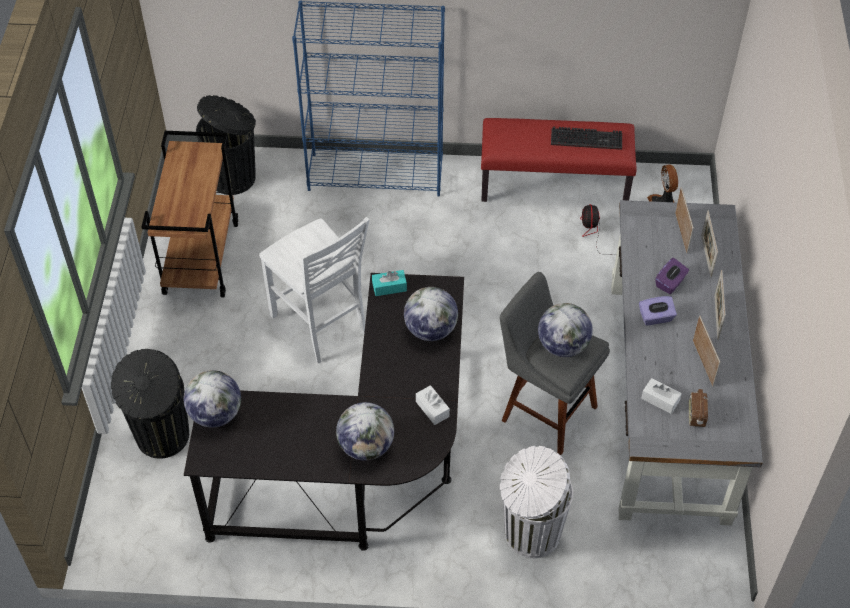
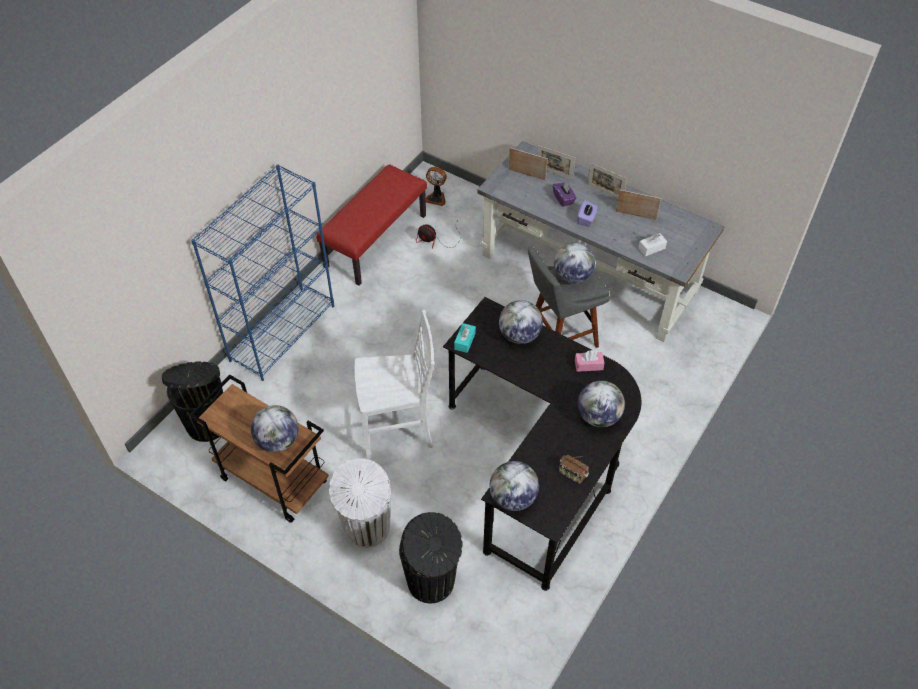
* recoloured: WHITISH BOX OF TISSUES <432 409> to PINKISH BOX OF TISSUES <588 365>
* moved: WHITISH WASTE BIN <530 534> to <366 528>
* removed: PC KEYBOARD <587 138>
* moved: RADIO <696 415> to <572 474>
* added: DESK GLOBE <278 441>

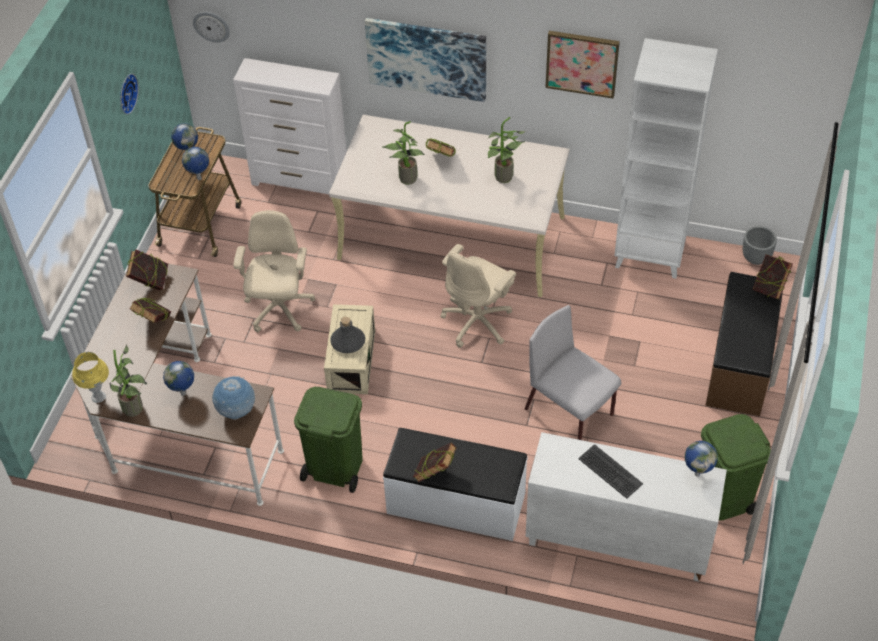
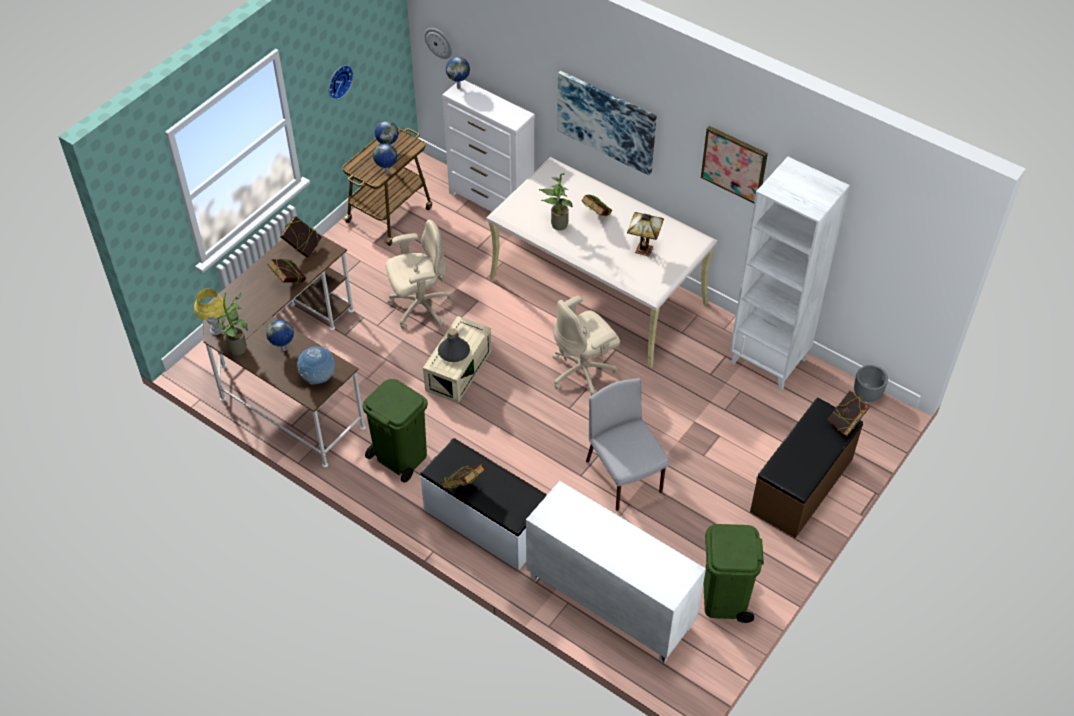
* turned: BEIGE-COLOURED OFFICE CHAIR <279 309> = <419 307> 45 degrees clockwise
* replaced: PLANT IN A POT <503 179> to LAMP FOR A TABLE <642 250>
* removed: PC KEYBOARD <609 472>
* moved: DESK GLOBE <697 473> to <459 87>

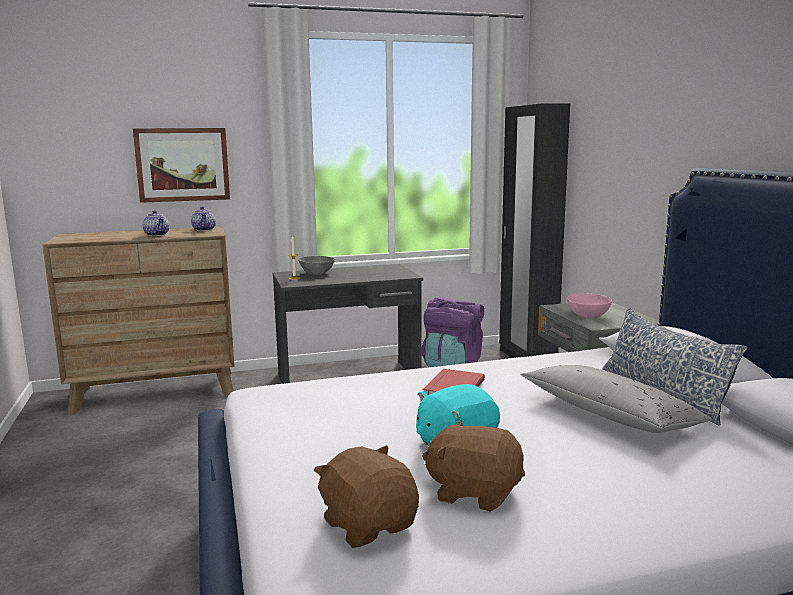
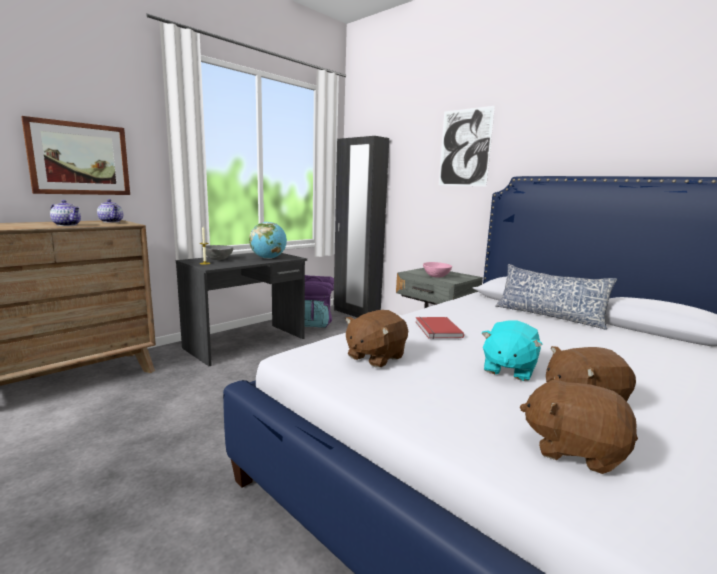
* removed: GREY CUSHION <609 415>
* added: DESK GLOBE <268 258>
* added: BROWN-COLOURED SOFT TOY <375 357>
* added: WALL ART <465 148>

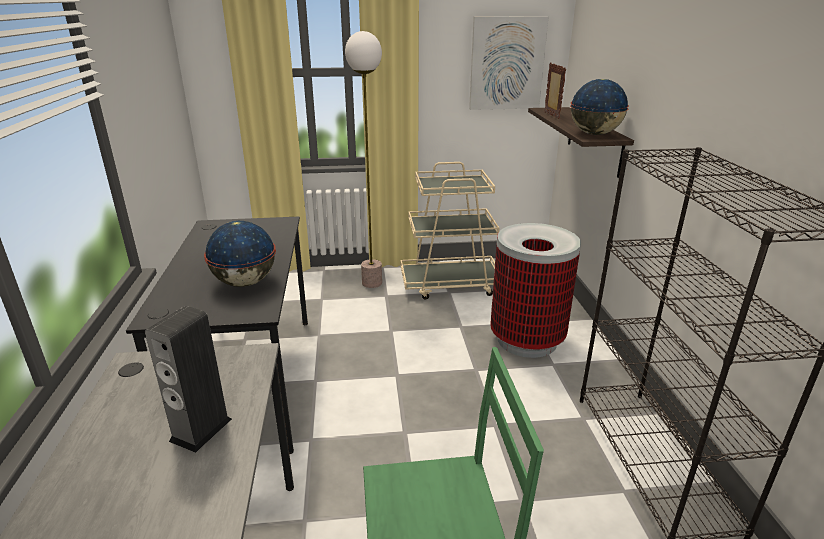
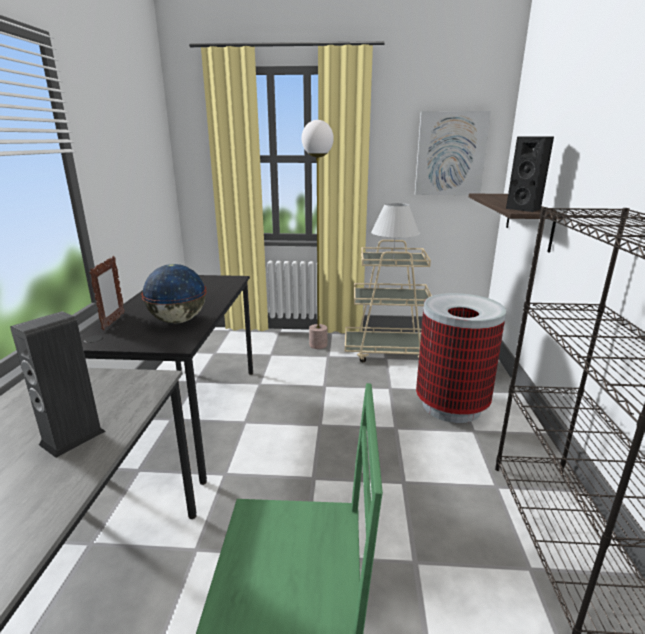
* moved: STANDING FRAME <551 115> to <113 321>
* replaced: DESK GLOBE <595 134> to BLACK LOUDSPEAKER <525 209>
* added: WHITISH LAMP FOR A TABLE <393 258>

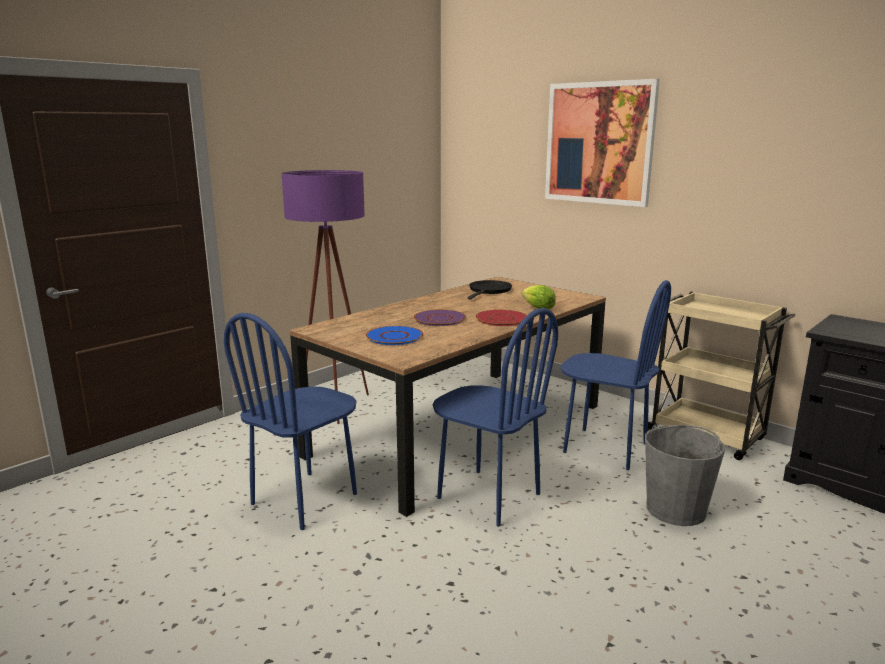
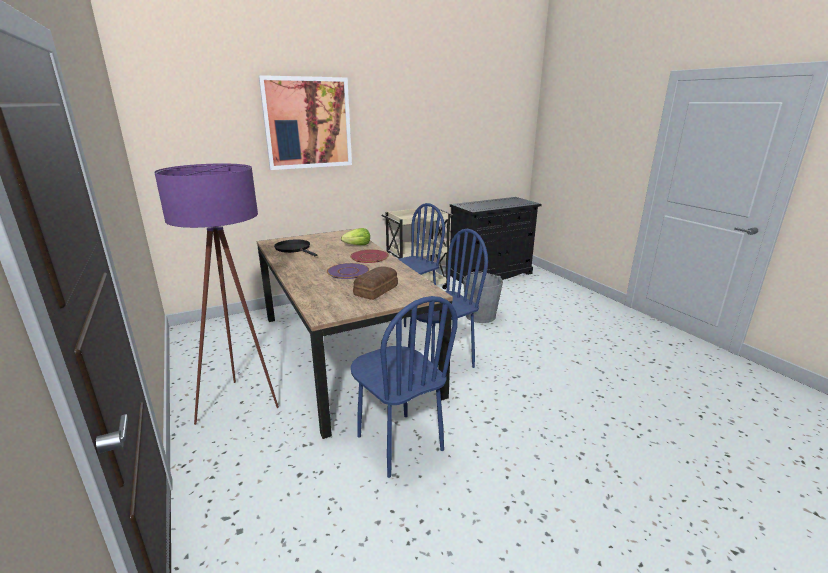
* replaced: BLUISH DINNER PLATE <394 337> to BAKED BREAD <377 290>

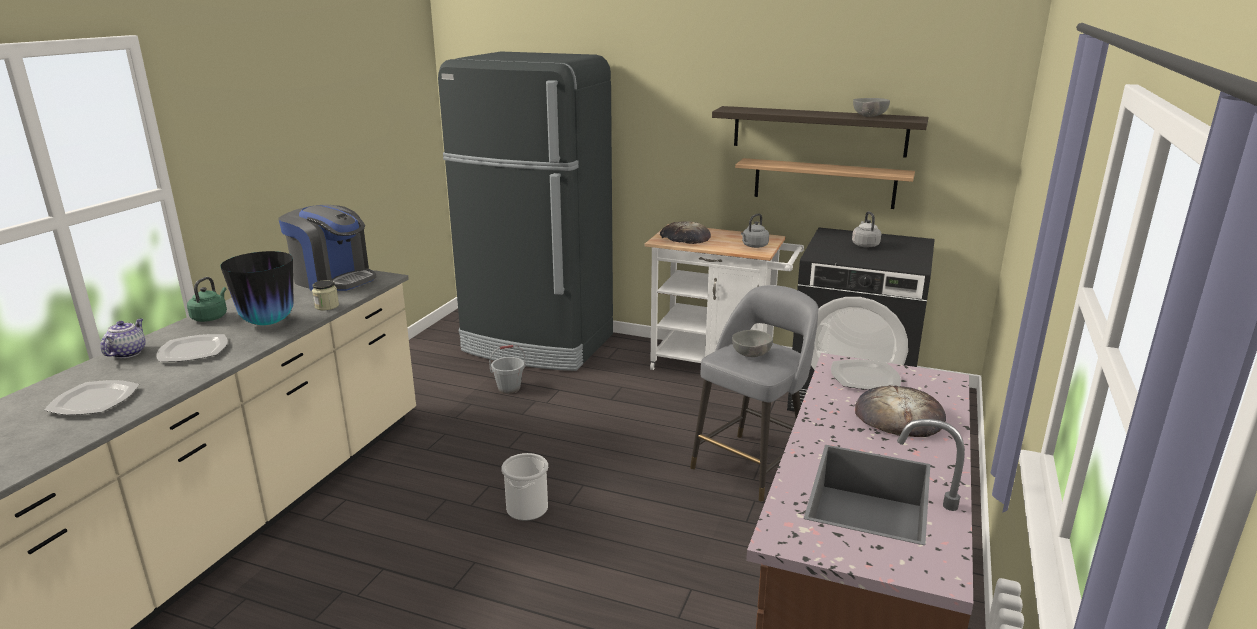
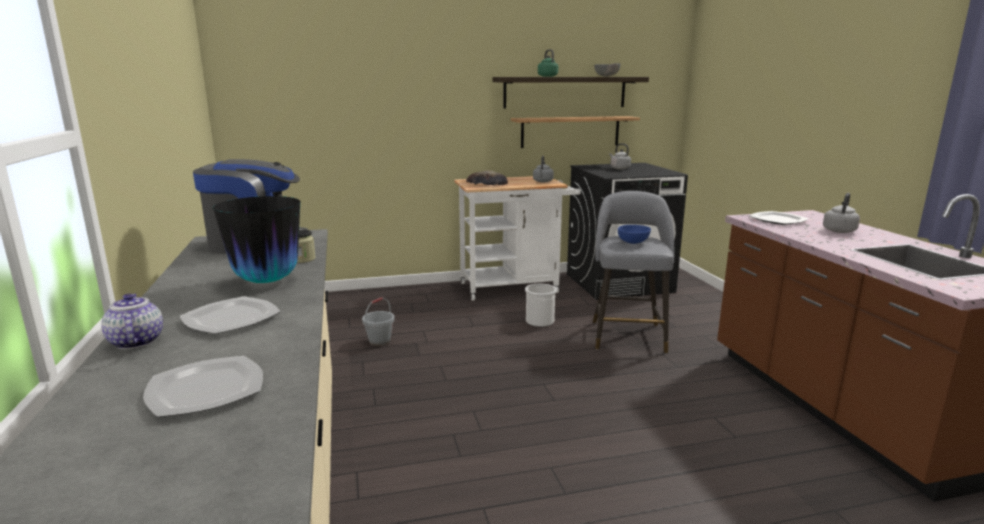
* moved: GREENISH WATER KETTLE <211 317> to <547 76>
* removed: BLACK FRIDGE <538 344>
* moved: PAIL <527 508> to <539 321>
* recoloured: GREY DEEP DISH <751 355> to BLUISH DEEP DISH <633 243>
* replaced: BAKED BREAD <899 416> to GREY WATER KETTLE <839 230>

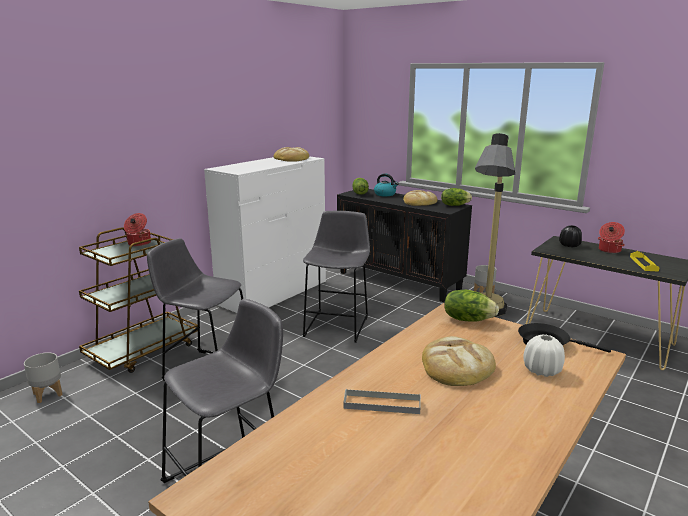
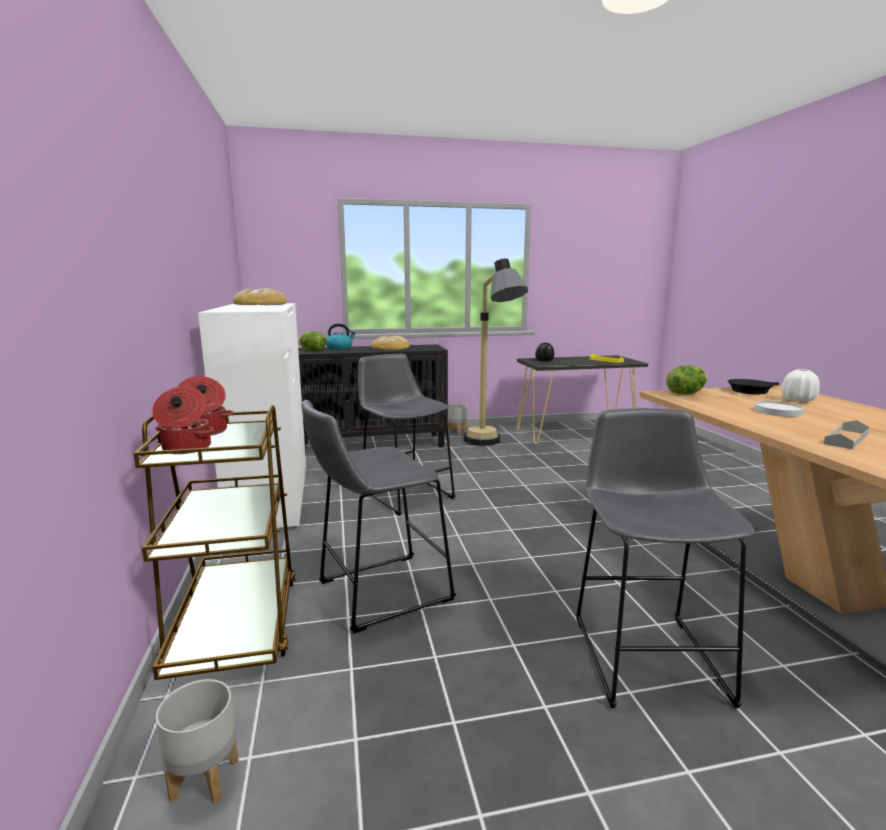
* replaced: BAKED BREAD <456 366> to WHITISH DINNER PLATE <778 411>
* removed: HEAD OF LETTUCE <454 205>
* moved: COOKING POT <609 250> to <186 448>

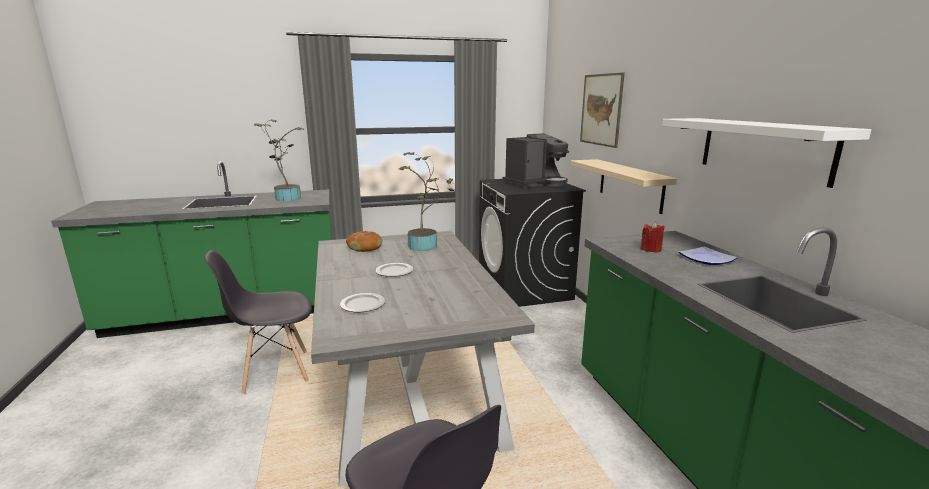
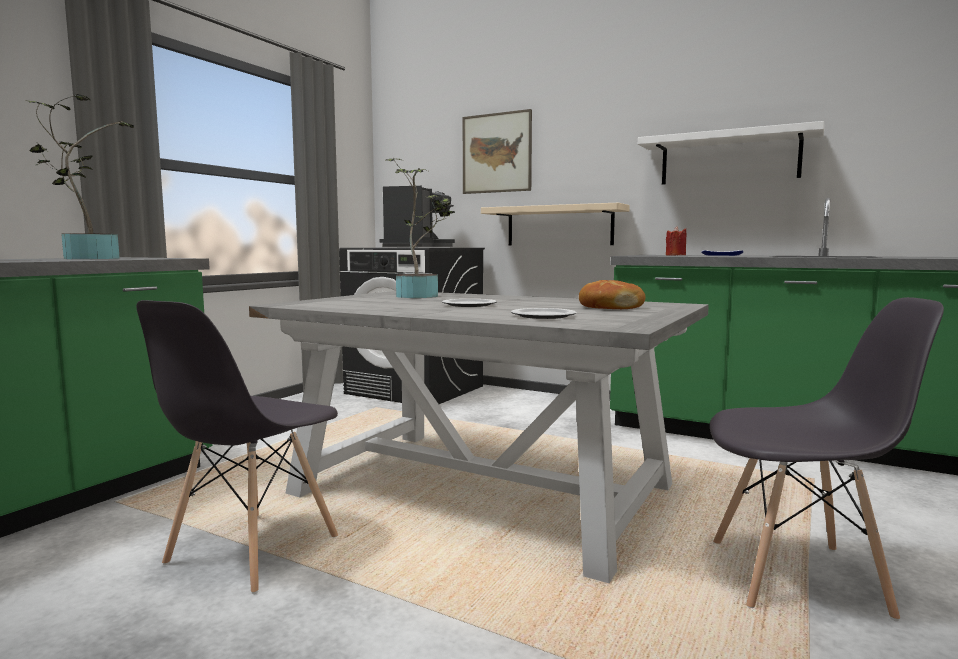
* moved: BAKED BREAD <365 247> to <610 307>

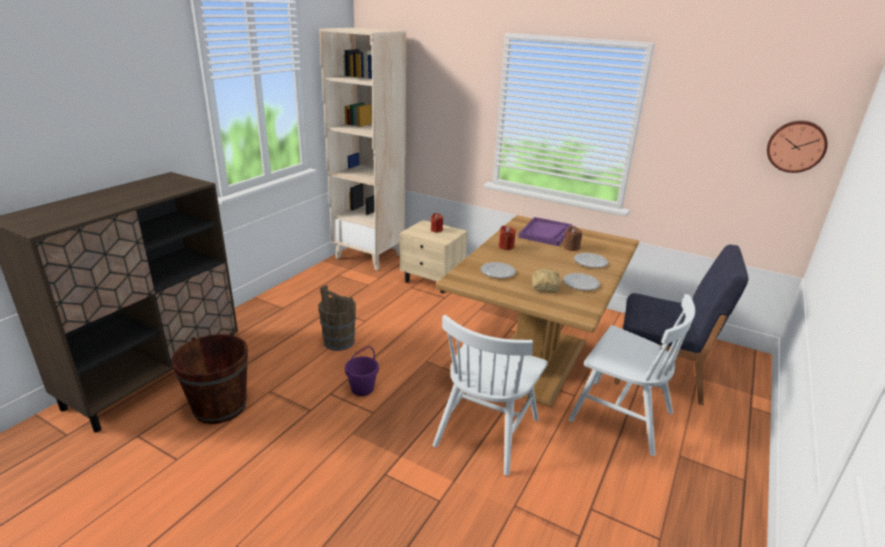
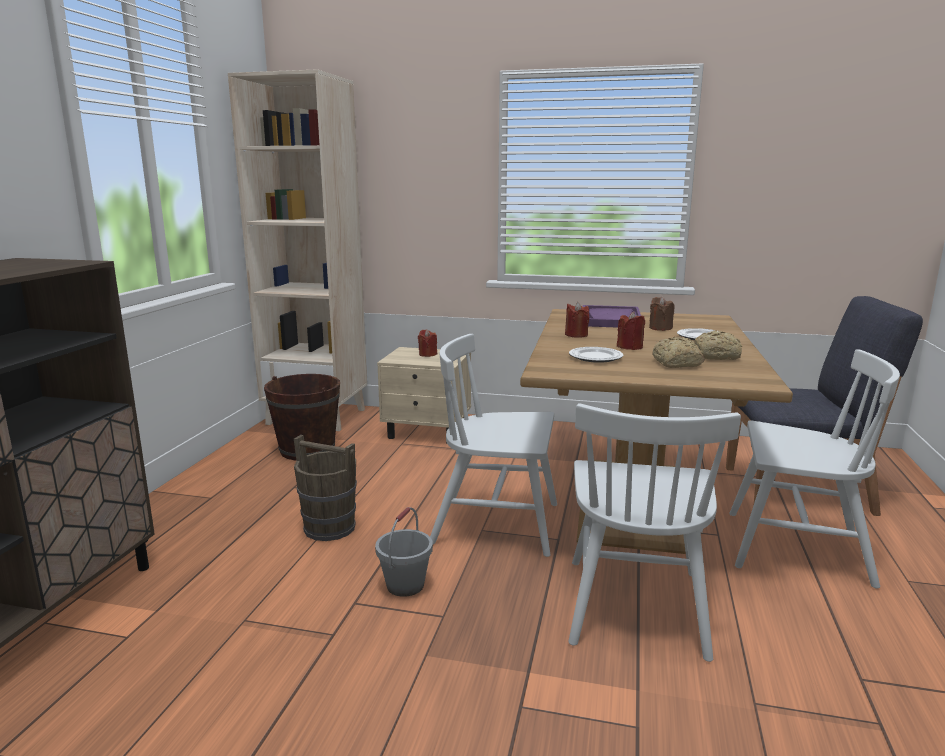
* moved: BROWN-COLOURED PAIL <220 407> to <307 450>
* recoloured: PURPLISH PAIL <362 388> to GREY PAIL <405 585>
* replaced: DINNER PLATE <581 284> to BAKED BREAD <718 356>
* removed: WALL CLOCK <796 146>
* added: WHITISH CHAIR <497 524>
* added: RED CANDLE <630 347>

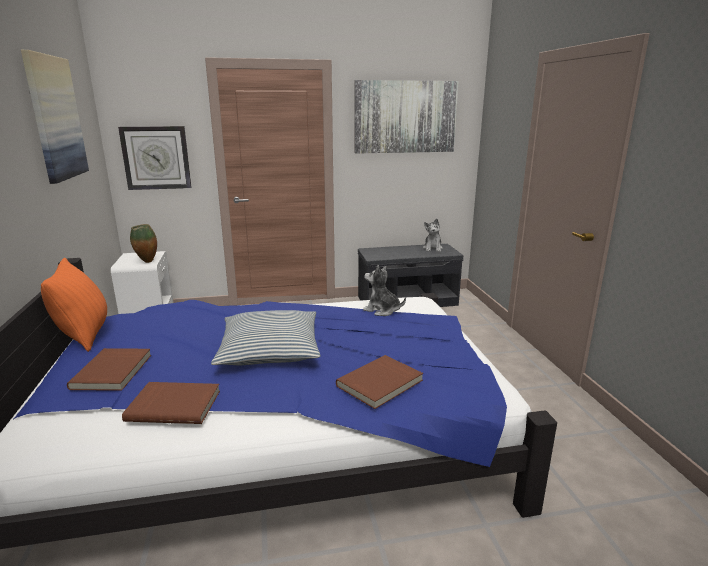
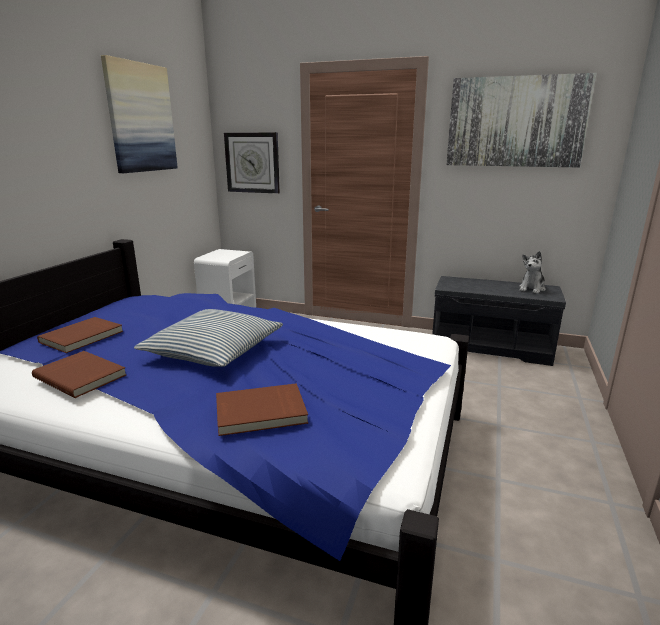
* removed: ORANGEY CUSHION <84 335>
* removed: VASE <147 262>
* removed: SOFT TOY <382 310>

